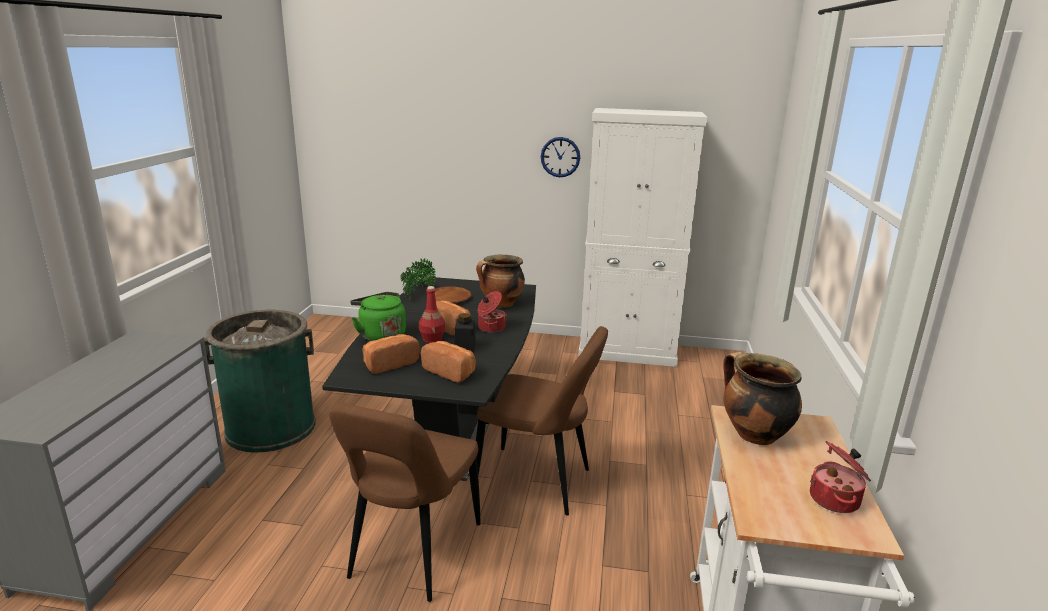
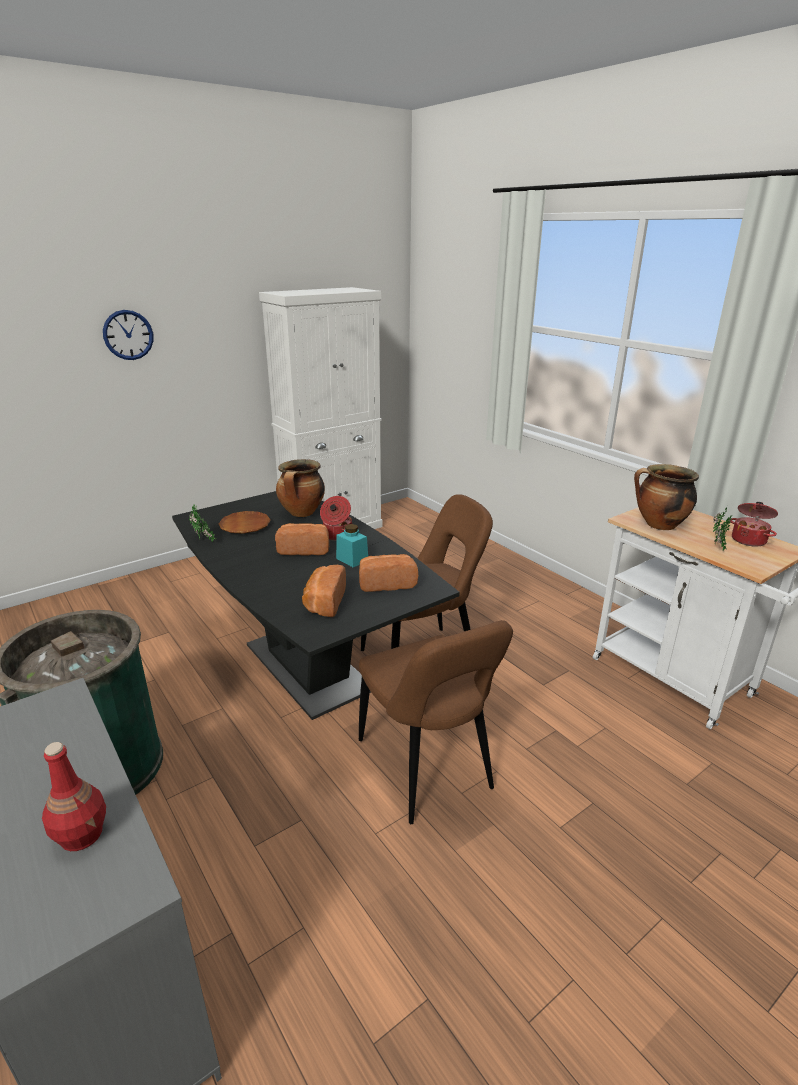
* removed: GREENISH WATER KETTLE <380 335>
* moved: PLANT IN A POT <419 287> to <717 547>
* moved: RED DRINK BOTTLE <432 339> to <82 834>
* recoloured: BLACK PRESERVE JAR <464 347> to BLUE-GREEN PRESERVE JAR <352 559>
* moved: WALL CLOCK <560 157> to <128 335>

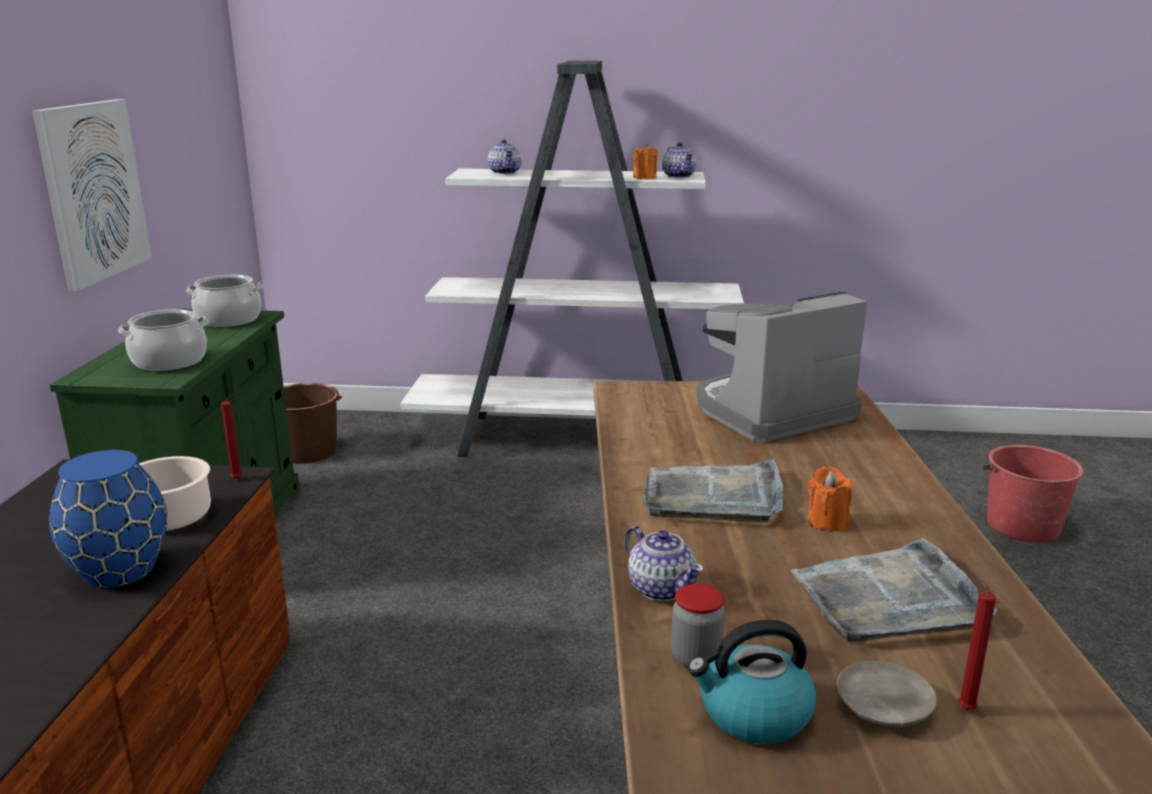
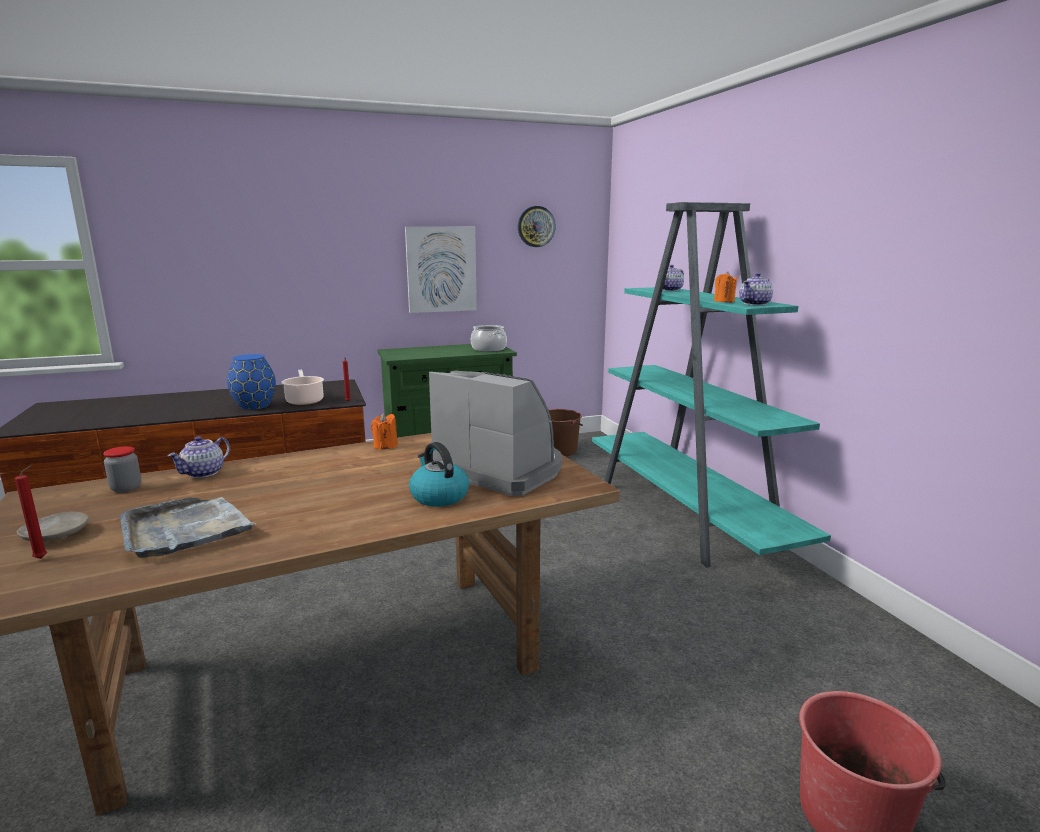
* removed: COOKING POT <169 361>
* recoloured: WHITISH BOOKCASE <584 440> to BLUE-GREEN BOOKCASE <686 516>
* removed: GREY TRAY <713 496>
* moved: WATER KETTLE <753 714> to <438 496>
* moved: ORANGEY CANDLE <827 522> to <385 446>
* added: WALL CLOCK <536 226>

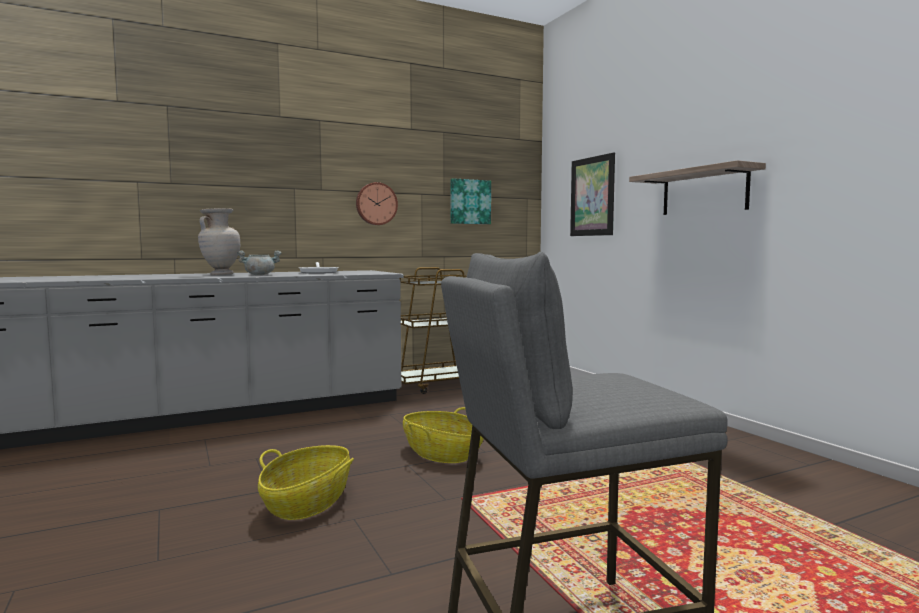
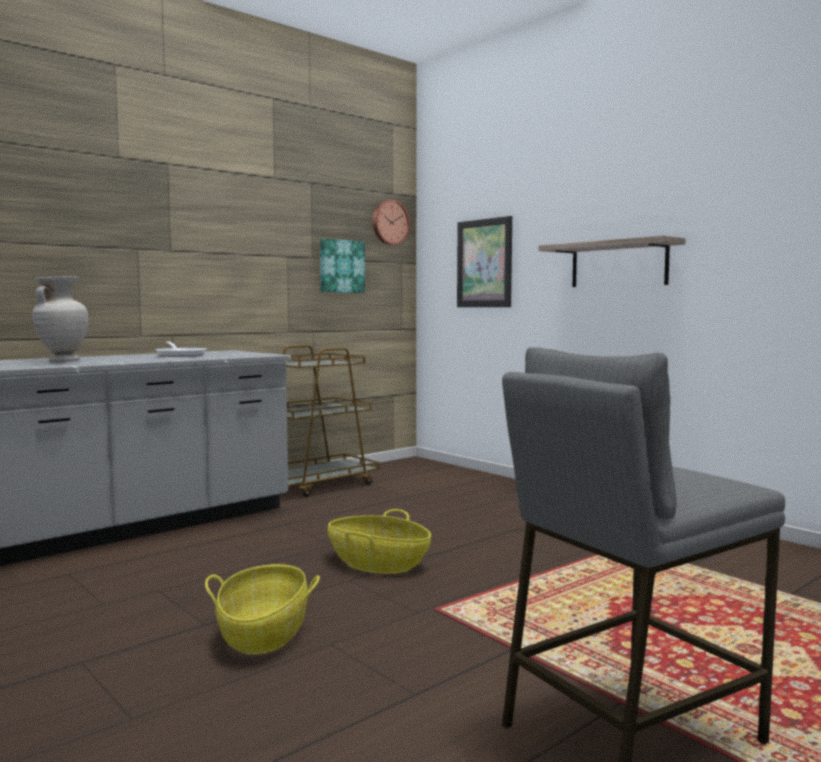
* removed: GREY COOKING POT <260 275>
* moved: WALL CLOCK <376 204> to <389 222>

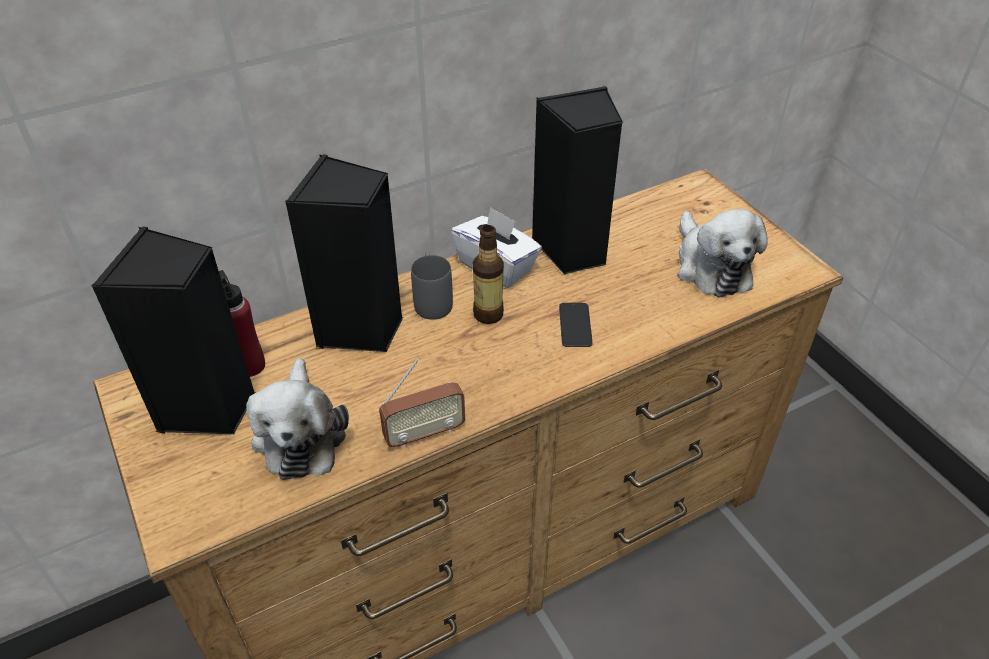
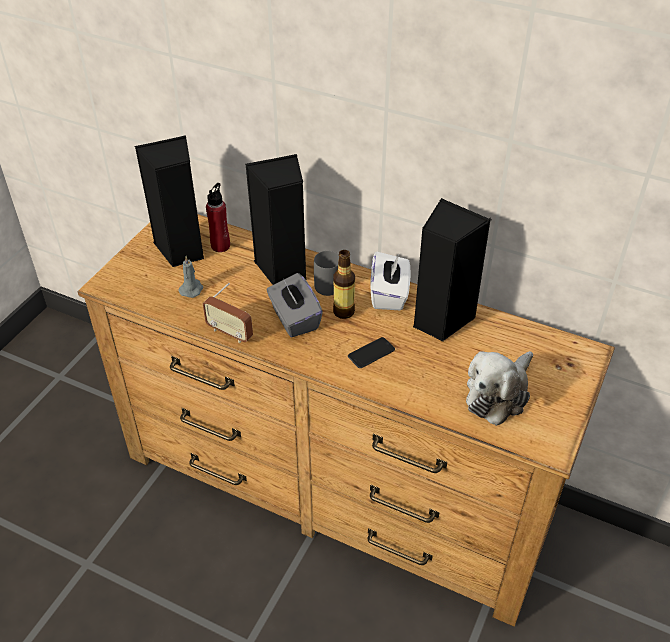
* replaced: SOFT TOY <300 434> to GREY CANDLE <192 289>
* added: GREY BOX OF TISSUES <294 319>

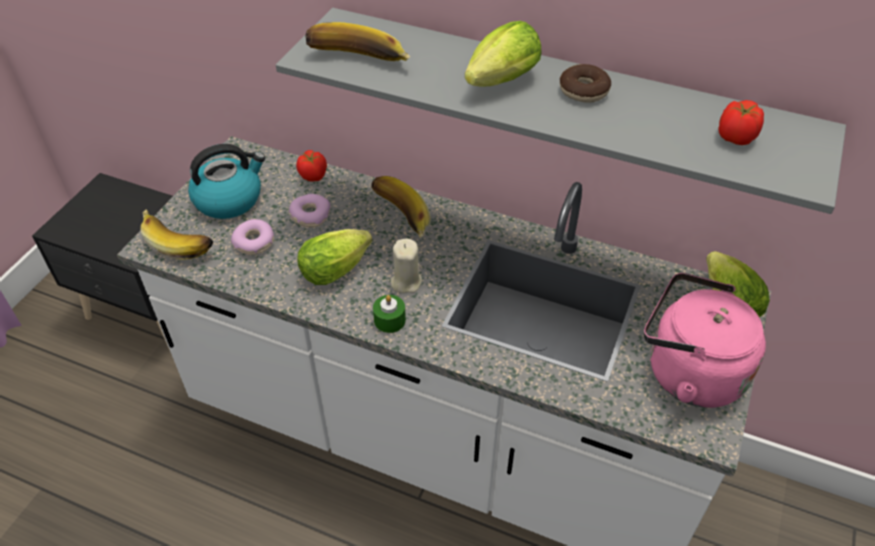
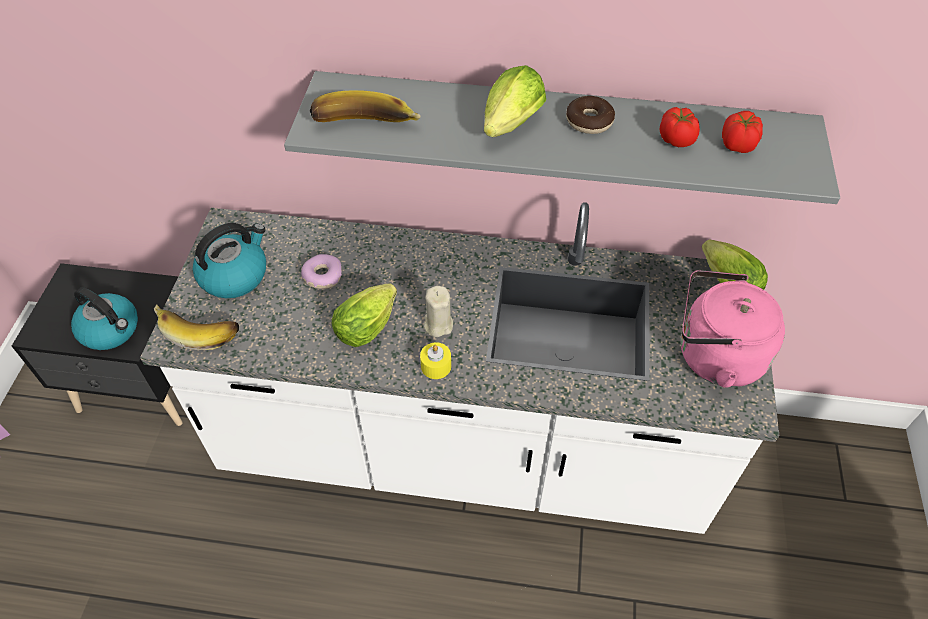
* removed: DOUGHNUT <254 242>
* moved: FRESH TOMATO <313 176> to <676 140>
* removed: WHOLE BANANA <398 218>
* recoloured: GREENISH CANDLE <389 320> to YELLOWISH CANDLE <436 366>
* added: WATER KETTLE <111 330>

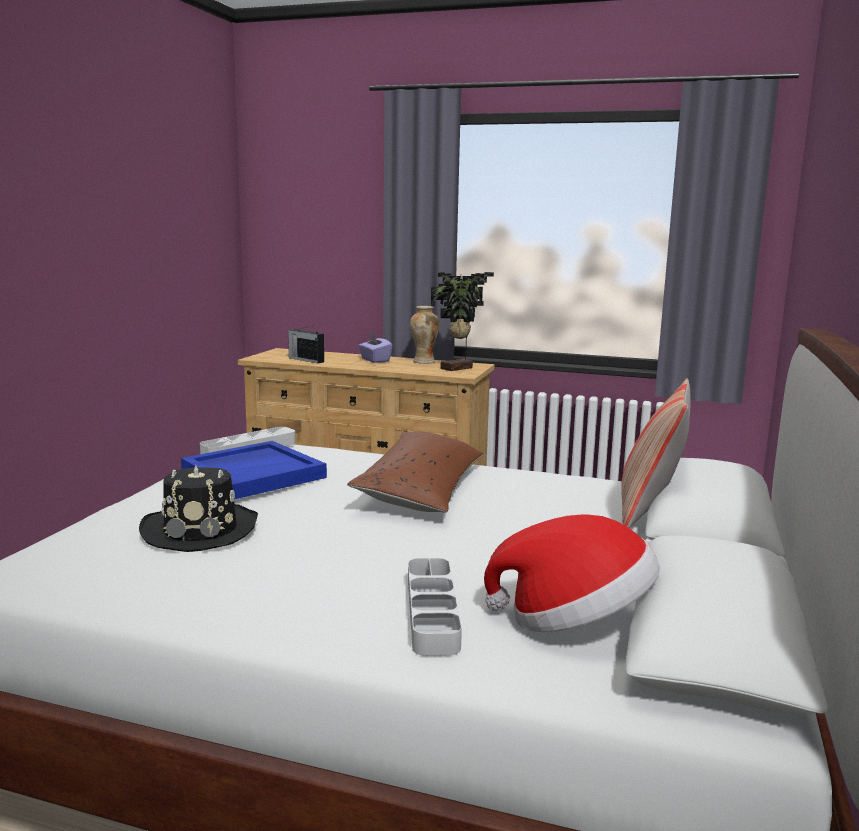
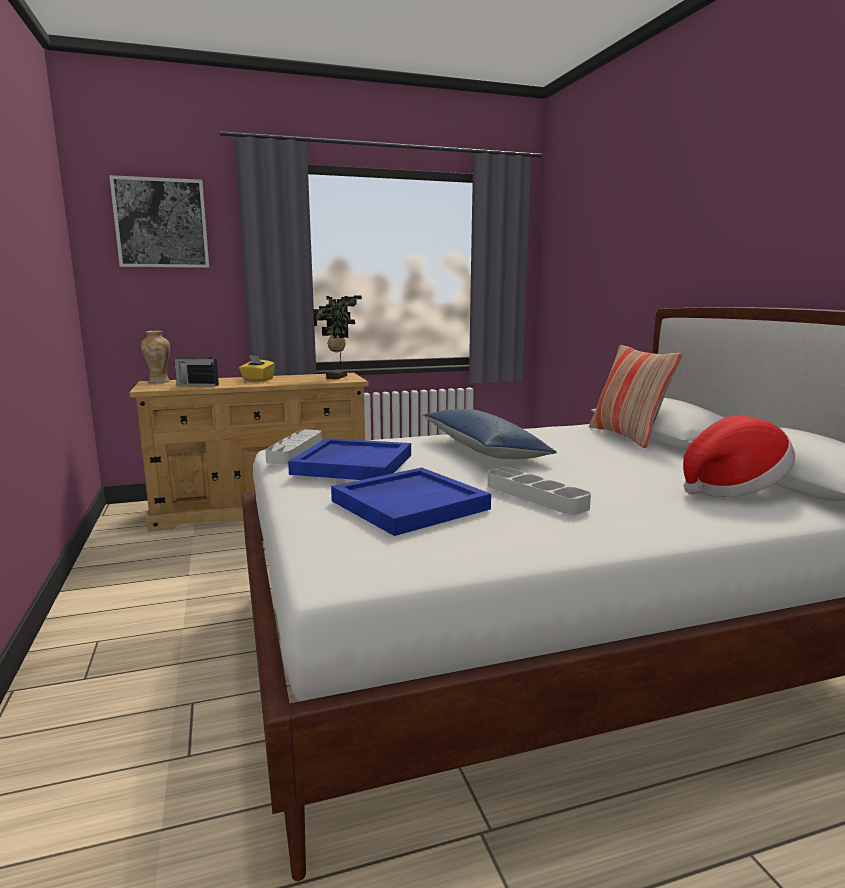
* replaced: BLACK CLOTHING HAT <201 529> to BLUISH TRAY <410 504>
* recoloured: BROWN-COLOURED CUSHION <421 489> to BLUISH CUSHION <484 450>
* recoloured: PURPLISH BOX OF TISSUES <374 360> to YELLOWISH BOX OF TISSUES <257 379>
* moved: GREY TRAY <432 612> to <535 496>
* moved: VASE <423 362> to <159 381>
* added: WALL ART <161 223>

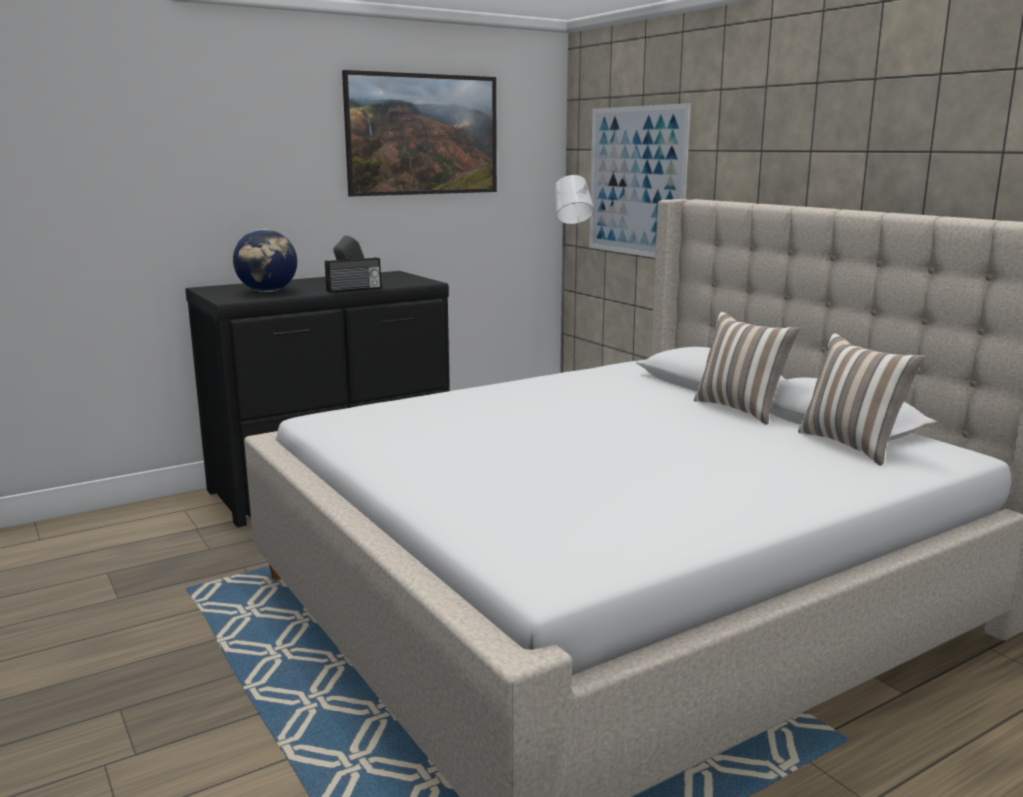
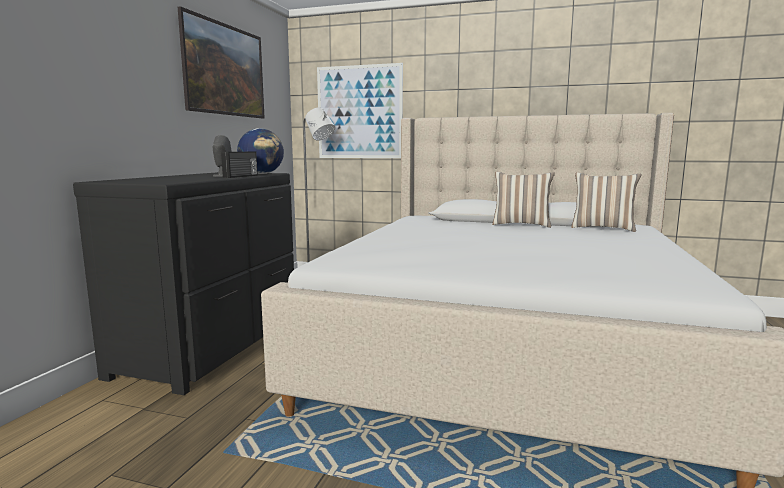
* moved: DESK GLOBE <268 291> to <262 174>

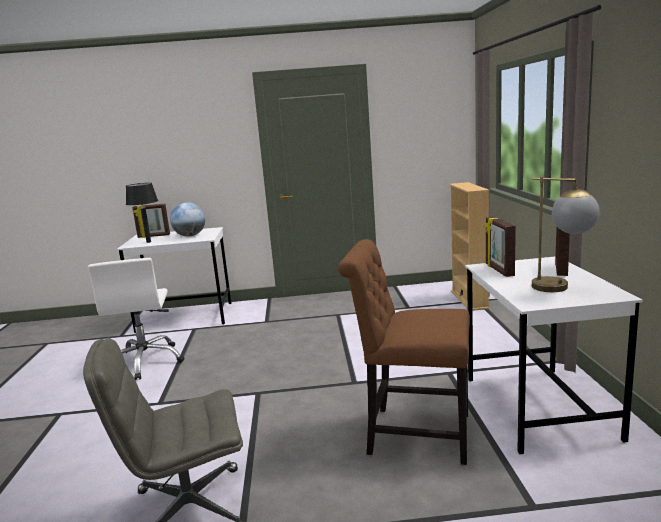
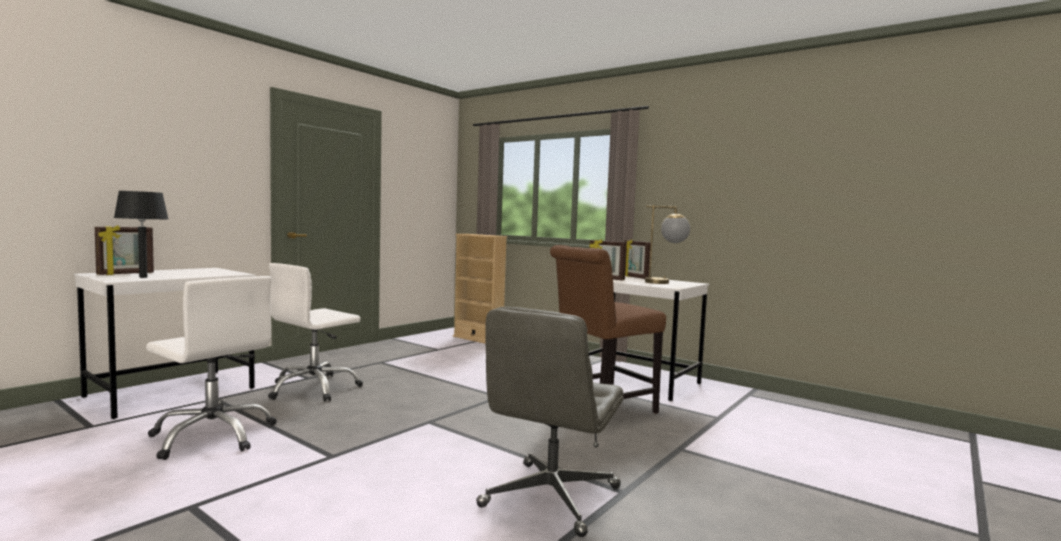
* removed: DESK GLOBE <190 236>
* added: WHITISH OFFICE CHAIR <314 388>

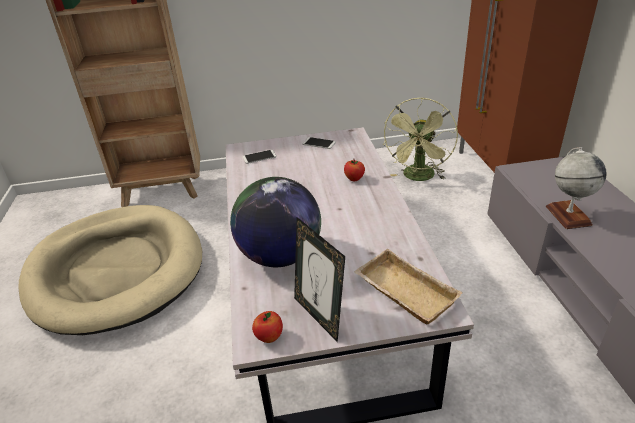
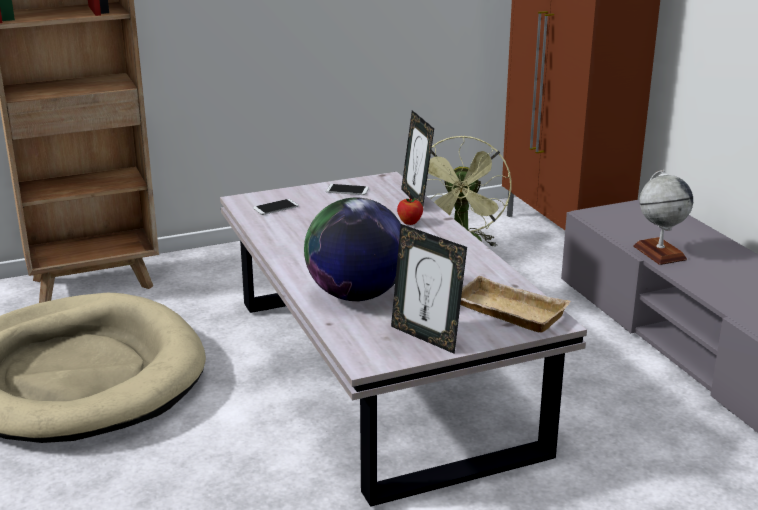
* removed: WHOLE APPLE <269 337>
* added: STANDING FRAME <416 199>

